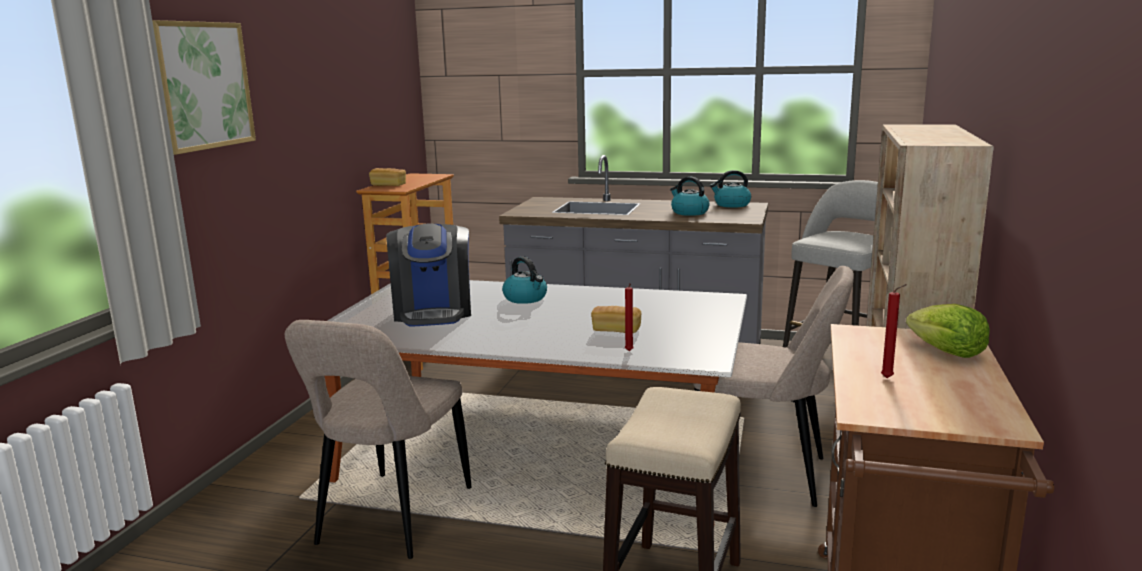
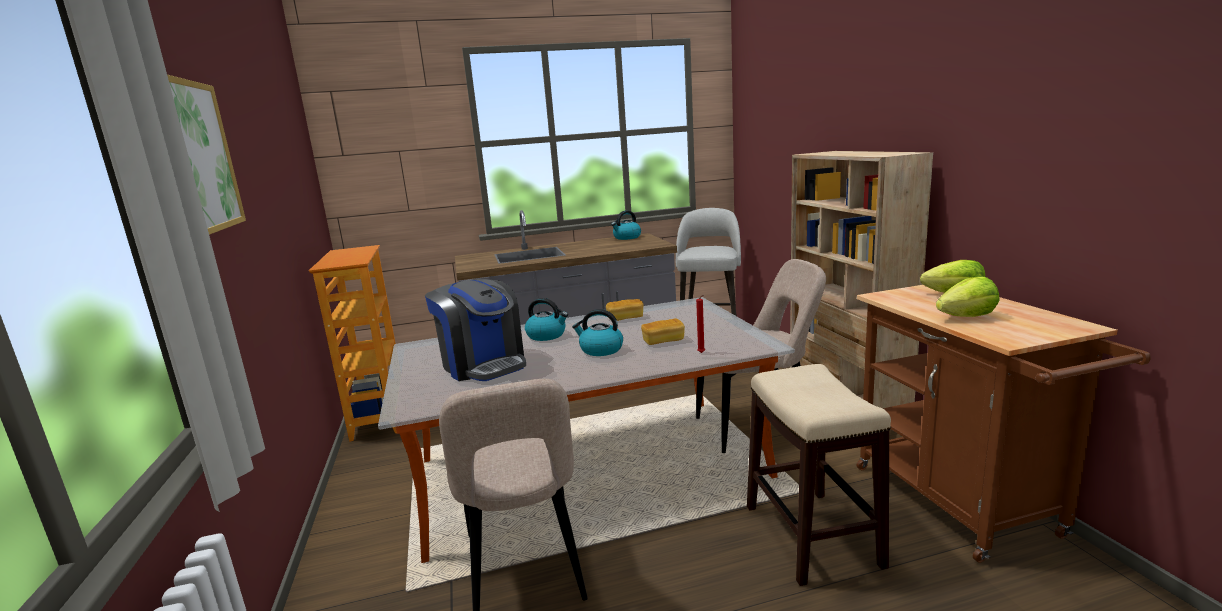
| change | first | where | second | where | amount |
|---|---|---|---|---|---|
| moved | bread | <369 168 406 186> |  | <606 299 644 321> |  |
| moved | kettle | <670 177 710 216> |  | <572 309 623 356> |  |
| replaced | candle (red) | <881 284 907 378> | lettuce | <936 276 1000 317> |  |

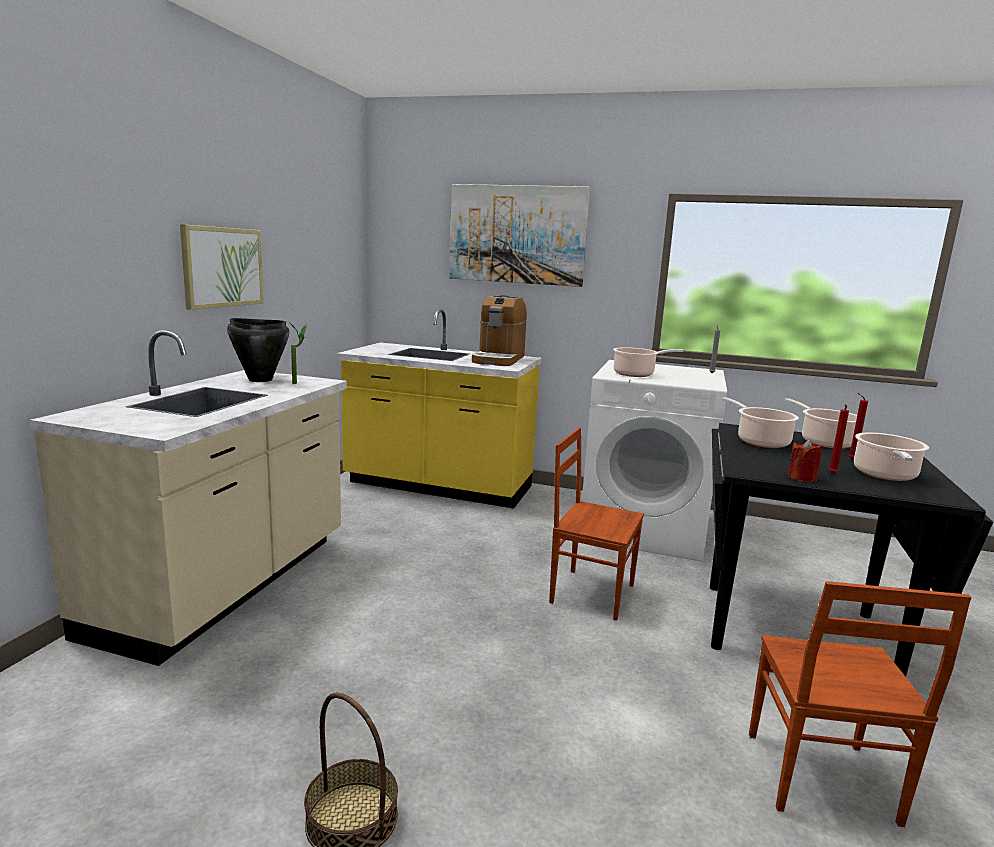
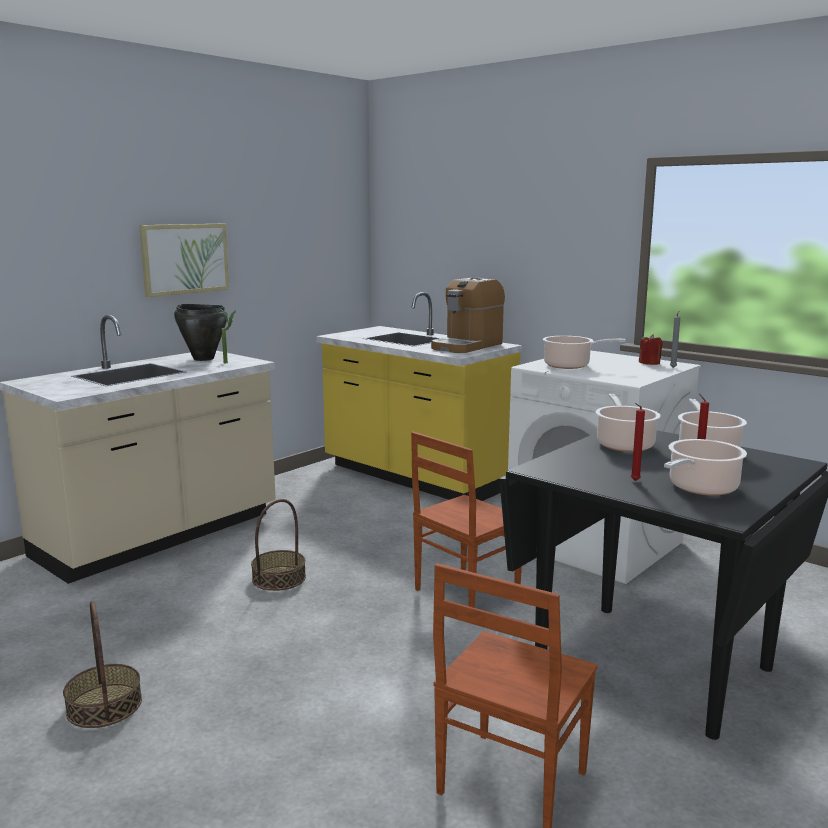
| change | first | where | second | where | amount |
|---|---|---|---|---|---|
| removed | picture | <449 184 590 287> |  |  |  |
| added |  |  | basket | <251 499 306 591> |  |
| moved | candle (red) | <788 439 823 482> |  | <639 334 663 365> |  |
| turned | chair (brown) | <549 427 644 621> |  | <411 432 522 608> | 90 degrees counterclockwise |

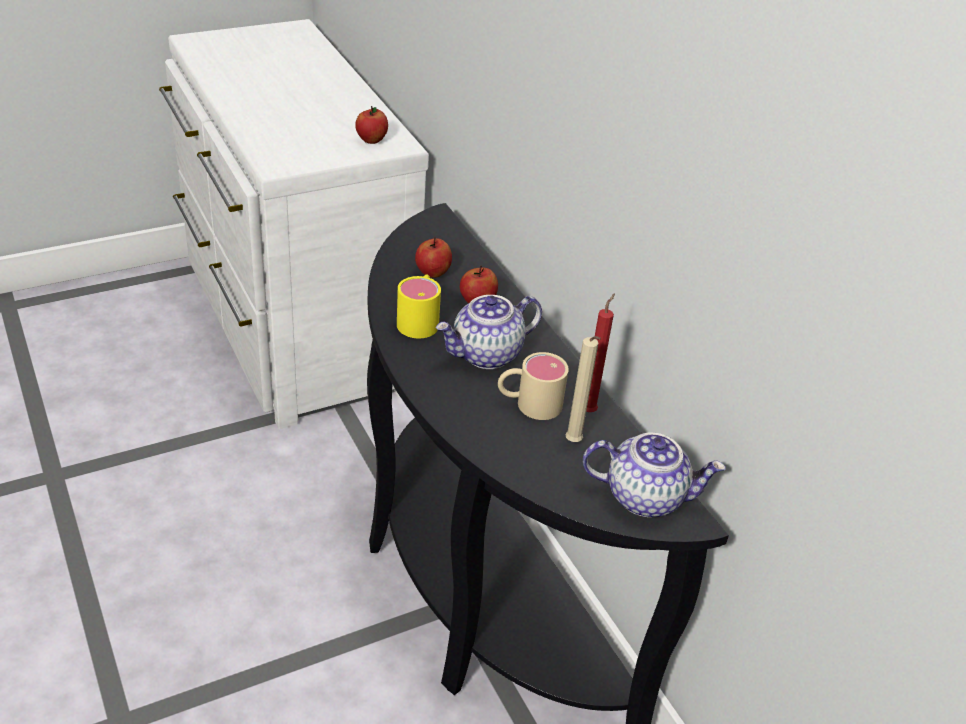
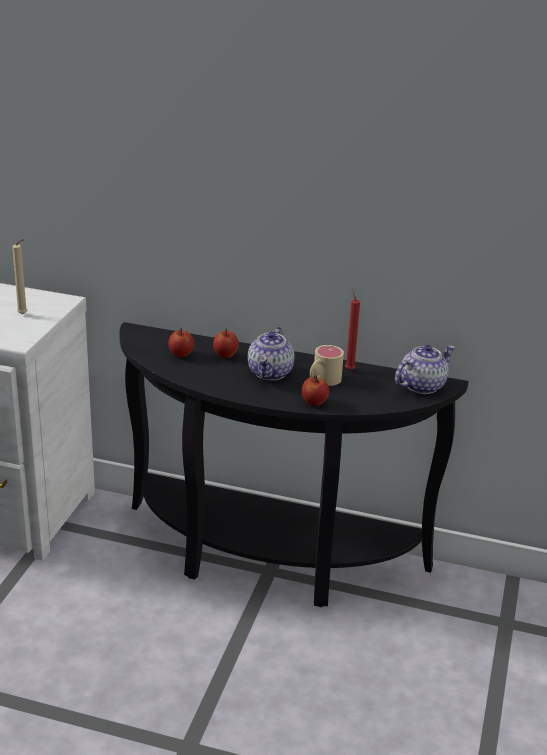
| change | first | where | second | where | amount |
|---|---|---|---|---|---|
| removed | mug (yellow) | <397 274 441 338> |  |  |  |
| moved | apple | <355 106 388 144> |  | <302 375 329 406> |  |
| moved | candle (beige) | <565 336 601 442> |  | <12 239 28 315> |  |

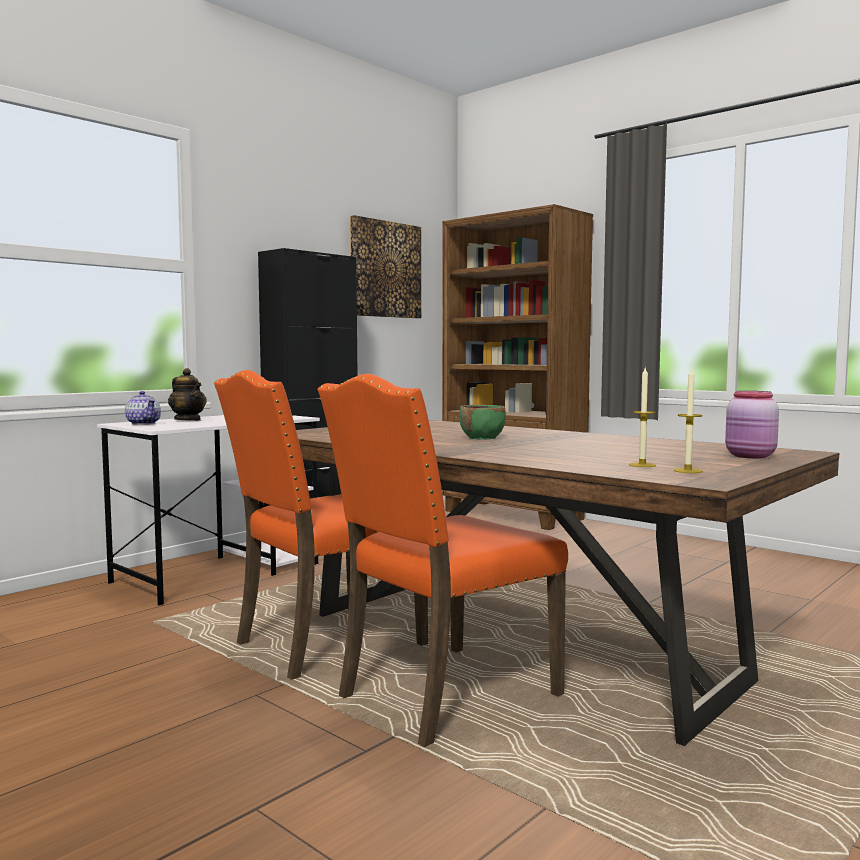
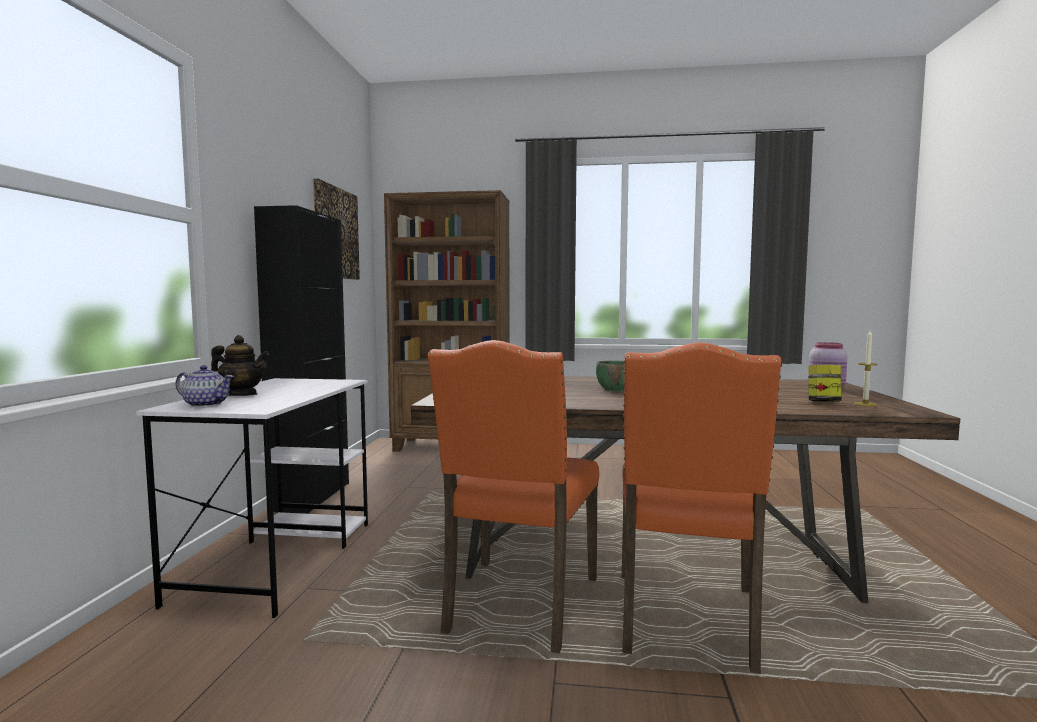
| change | first | where | second | where | amount |
|---|---|---|---|---|---|
| replaced | candle | <629 368 656 467> | jar | <808 365 842 402> |  |

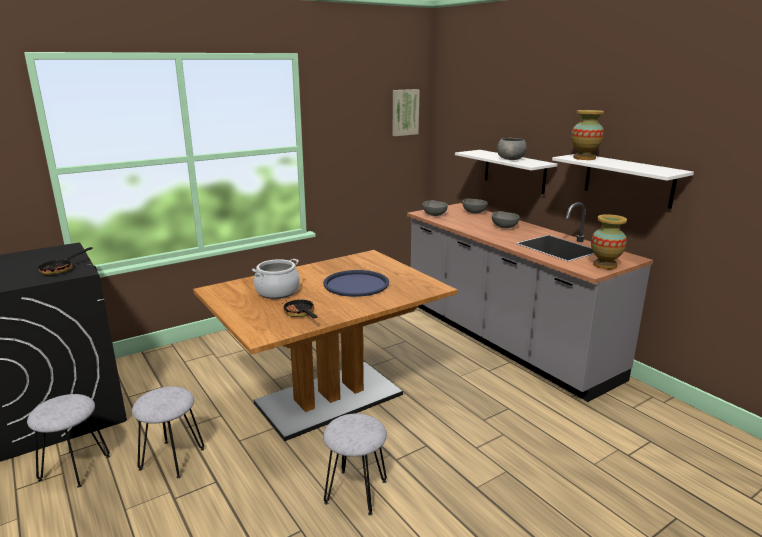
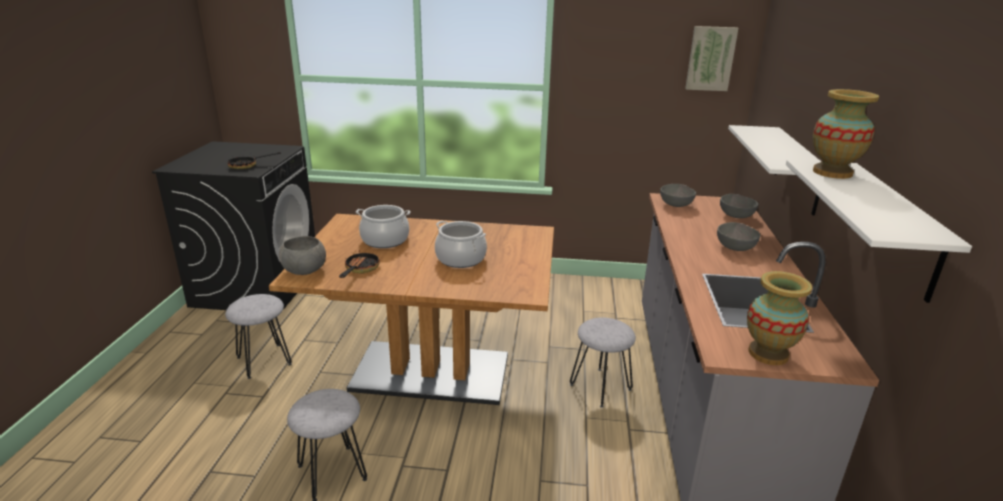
| change | first | where | second | where | amount |
|---|---|---|---|---|---|
| moved | stool (grey) | <27 394 110 488> |  | <570 317 636 408> |  |
| moved | bowl (grey) | <497 138 527 160> |  | <279 236 326 275> |  |
| replaced | tray (blue) | <323 270 389 297> | cooking pot | <435 221 487 268> |  |

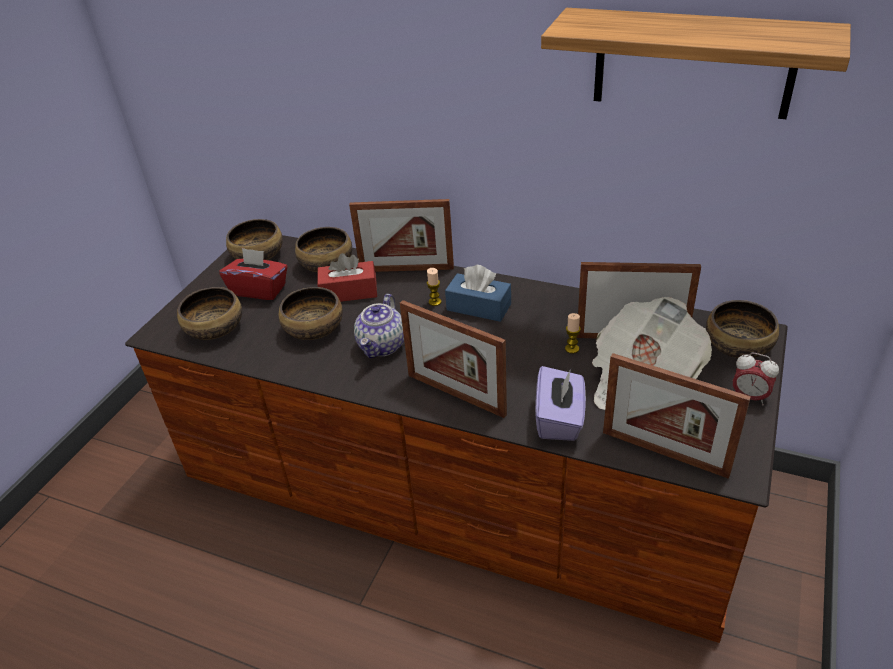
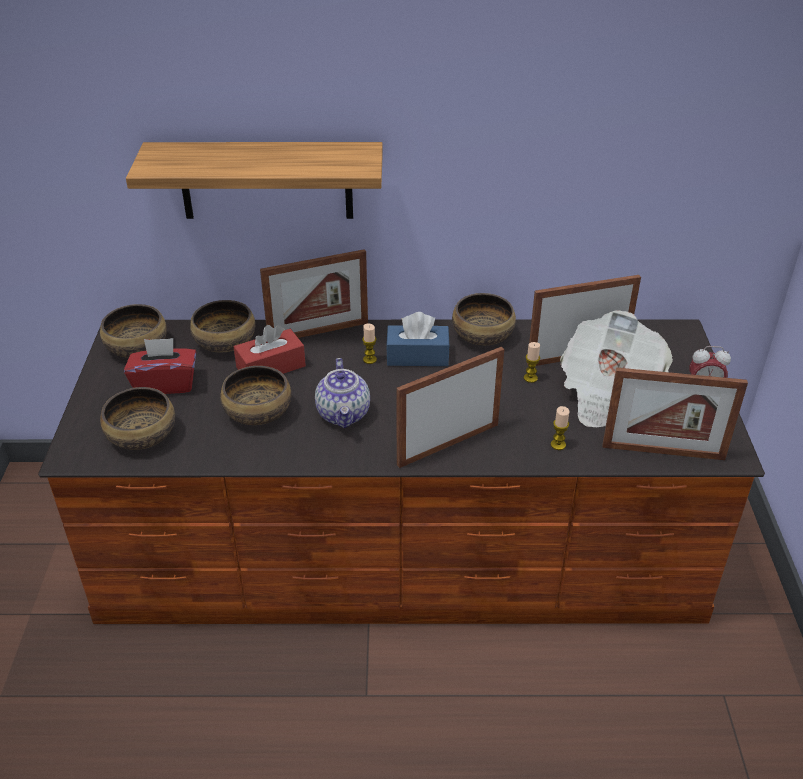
| change | first | where | second | where | amount |
|---|---|---|---|---|---|
| moved | shelf | <541 8 851 119> |  | <126 142 383 219> |  |
| moved | bowl | <706 300 779 358> |  | <452 293 516 345> |  |
| replaced | tissue box (purple) | <535 366 586 441> | candle | <551 406 570 450> |  |
| turned | picture frame | <400 300 507 418> |  | <396 347 504 468> | 135 degrees clockwise |

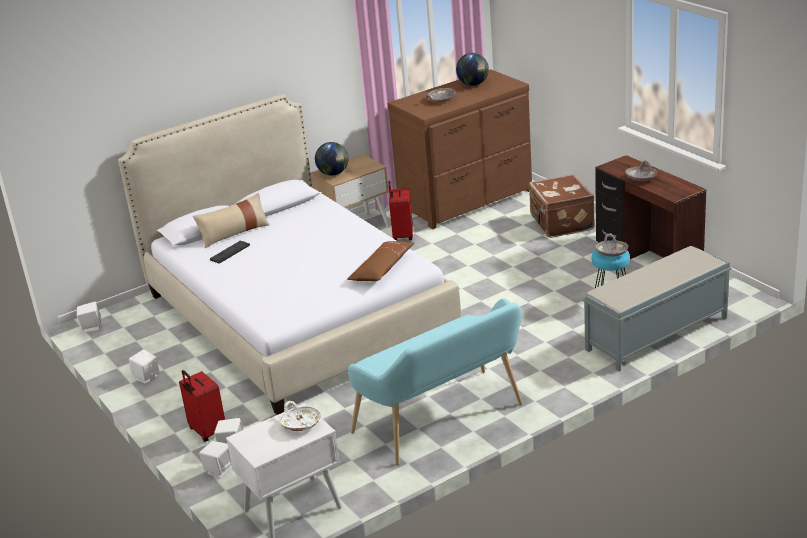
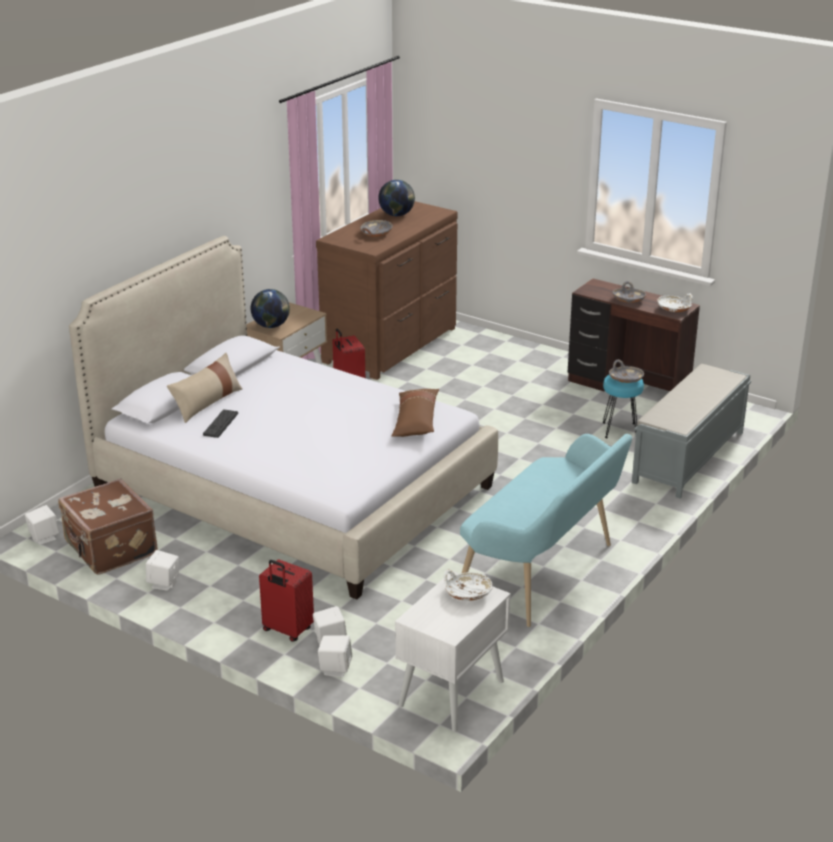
| change | first | where | second | where | amount |
|---|---|---|---|---|---|
| added |  |  | bowl (white) | <657 294 693 312> |  |
| moved | suitcase (brown) | <529 174 595 238> |  | <58 478 158 575> |  |

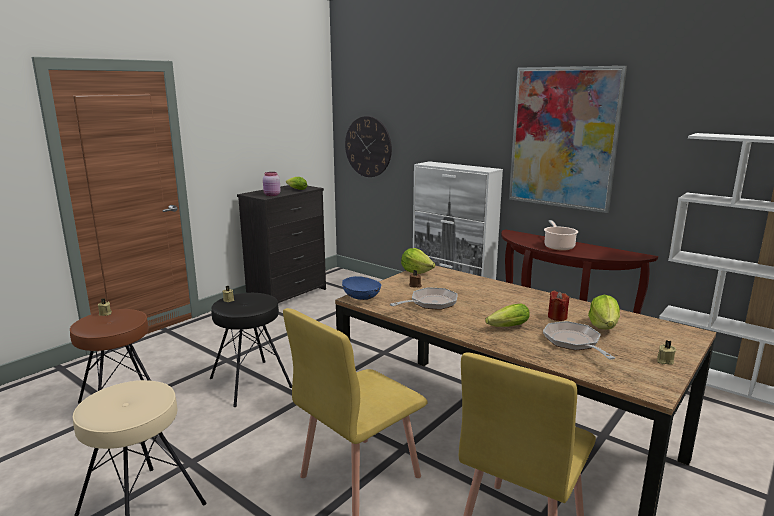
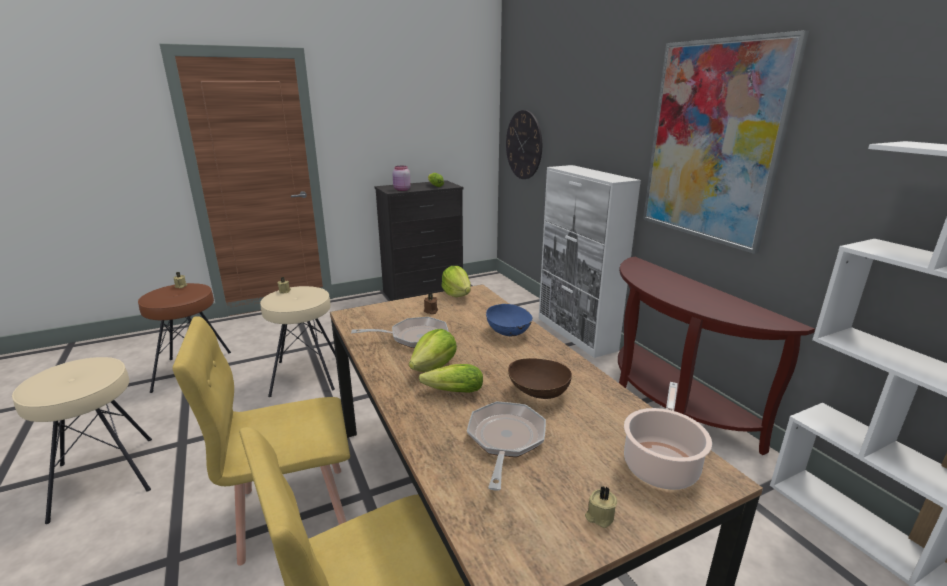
| change | first | where | second | where | amount |
|---|---|---|---|---|---|
| moved | bowl (blue) | <342 276 381 300> |  | <486 304 533 336> |  |
| moved | cooking pot | <544 220 578 251> |  | <624 382 712 490> |  |
| moved | lettuce | <588 295 620 329> |  | <409 329 457 372> |  |
| replaced | candle (red) | <548 291 569 321> | bowl (brown) | <508 358 572 399> |  |
| recoloured | stool (black) | <210 293 292 407> | stool (beige) | <260 286 336 397> |  |

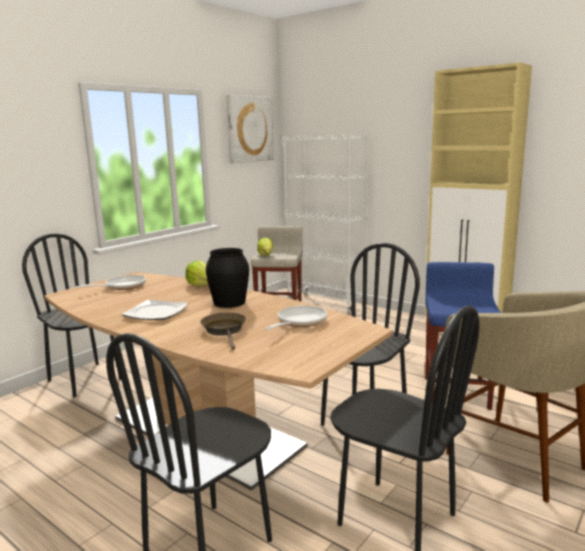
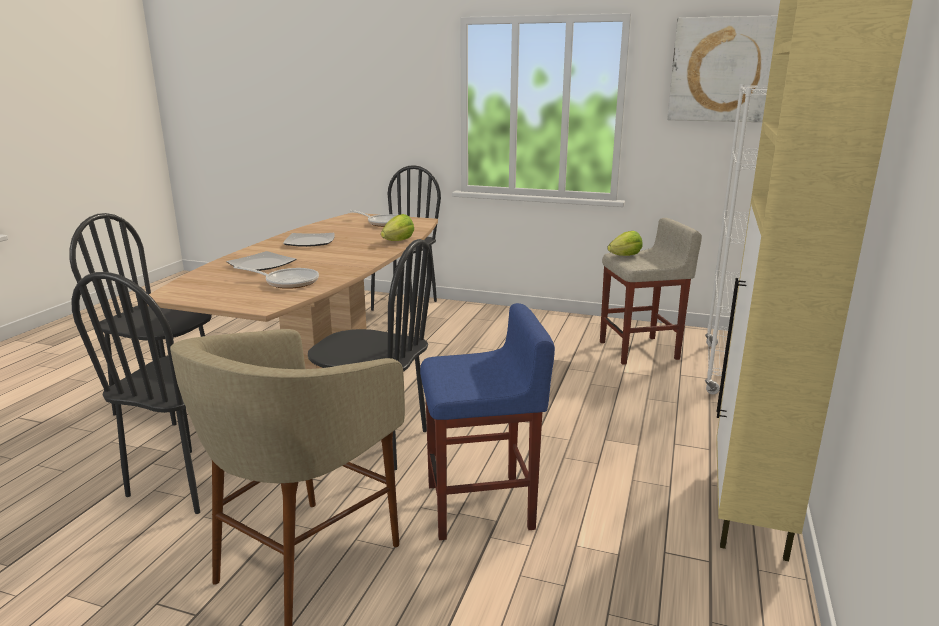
| change | first | where | second | where | amount |
|---|---|---|---|---|---|
| removed | vase (black) | <206 248 249 308> |  |  |  |
| replaced | frying pan (brown) | <200 313 246 350> | plate | <226 251 296 271> |  |

